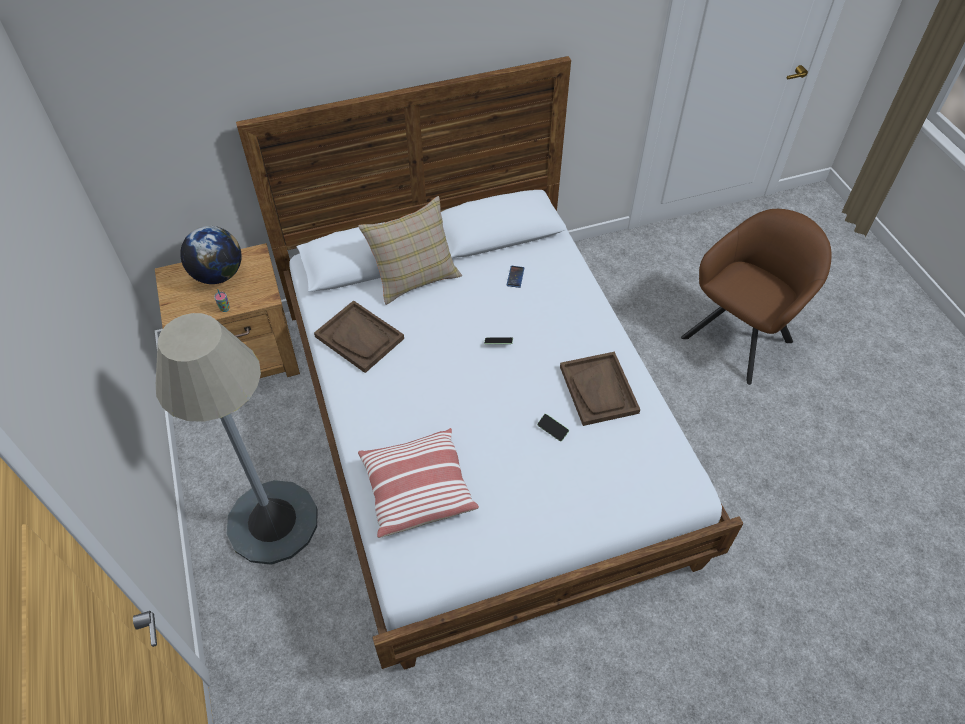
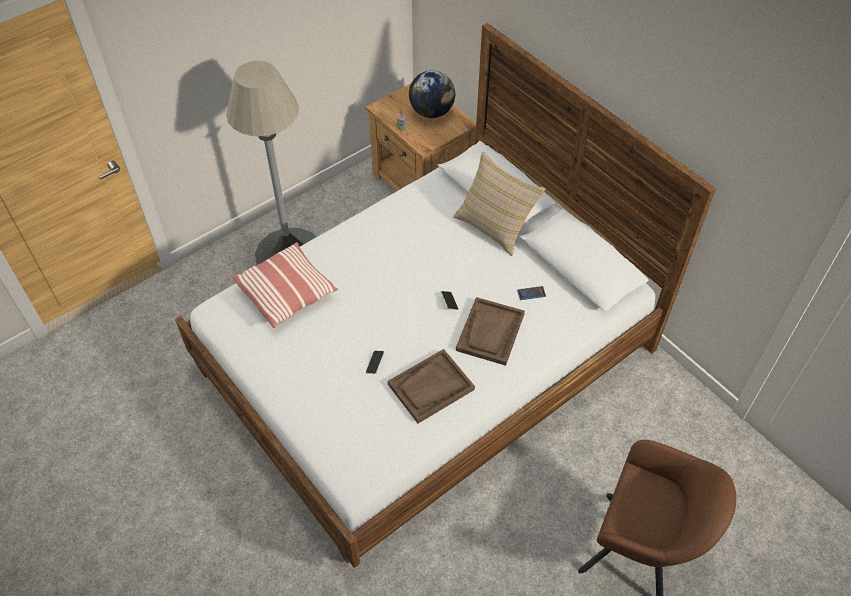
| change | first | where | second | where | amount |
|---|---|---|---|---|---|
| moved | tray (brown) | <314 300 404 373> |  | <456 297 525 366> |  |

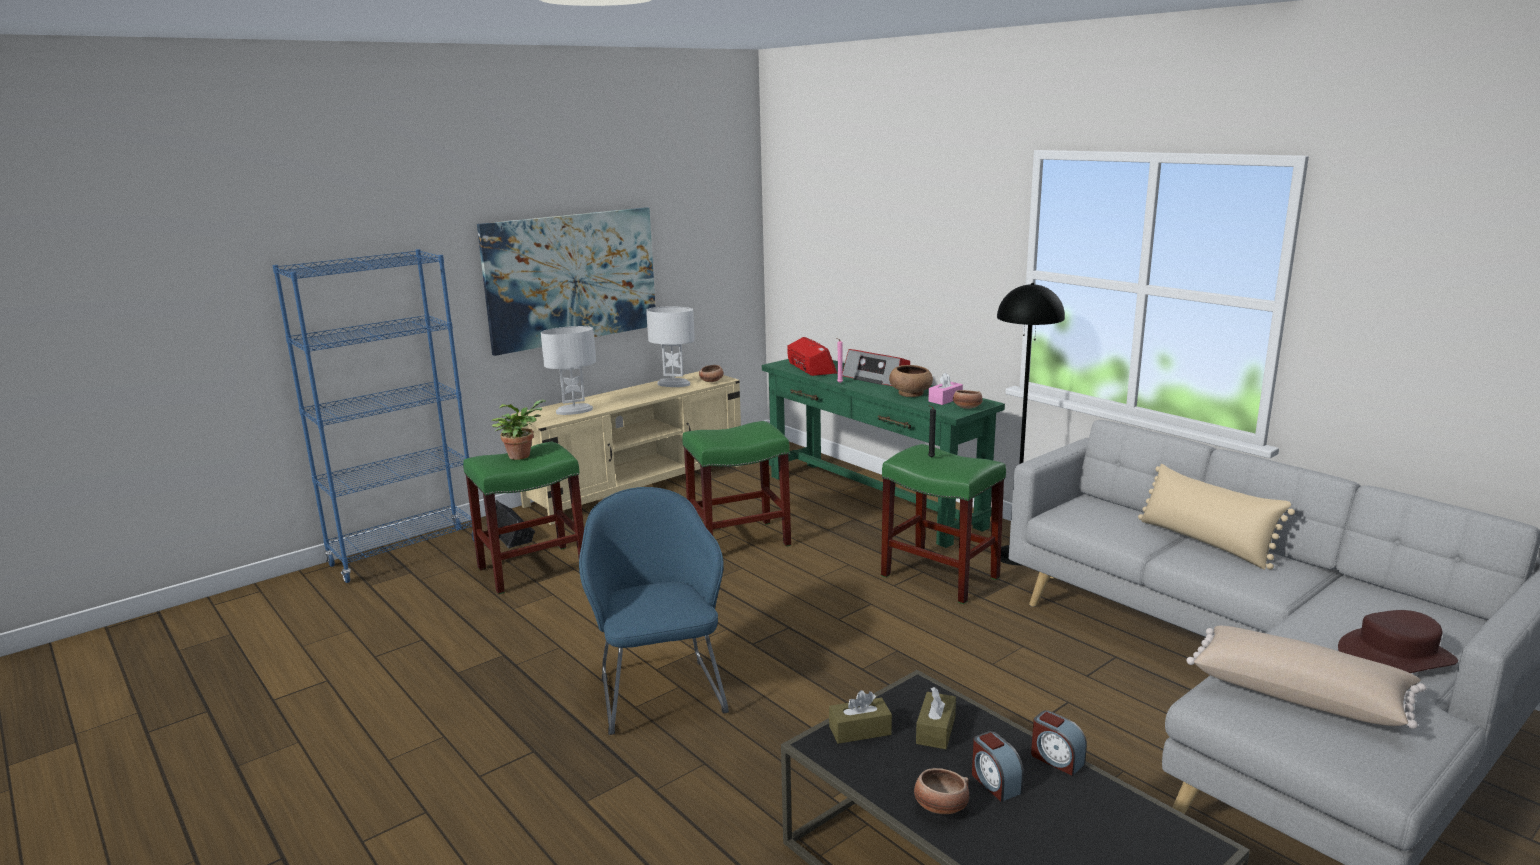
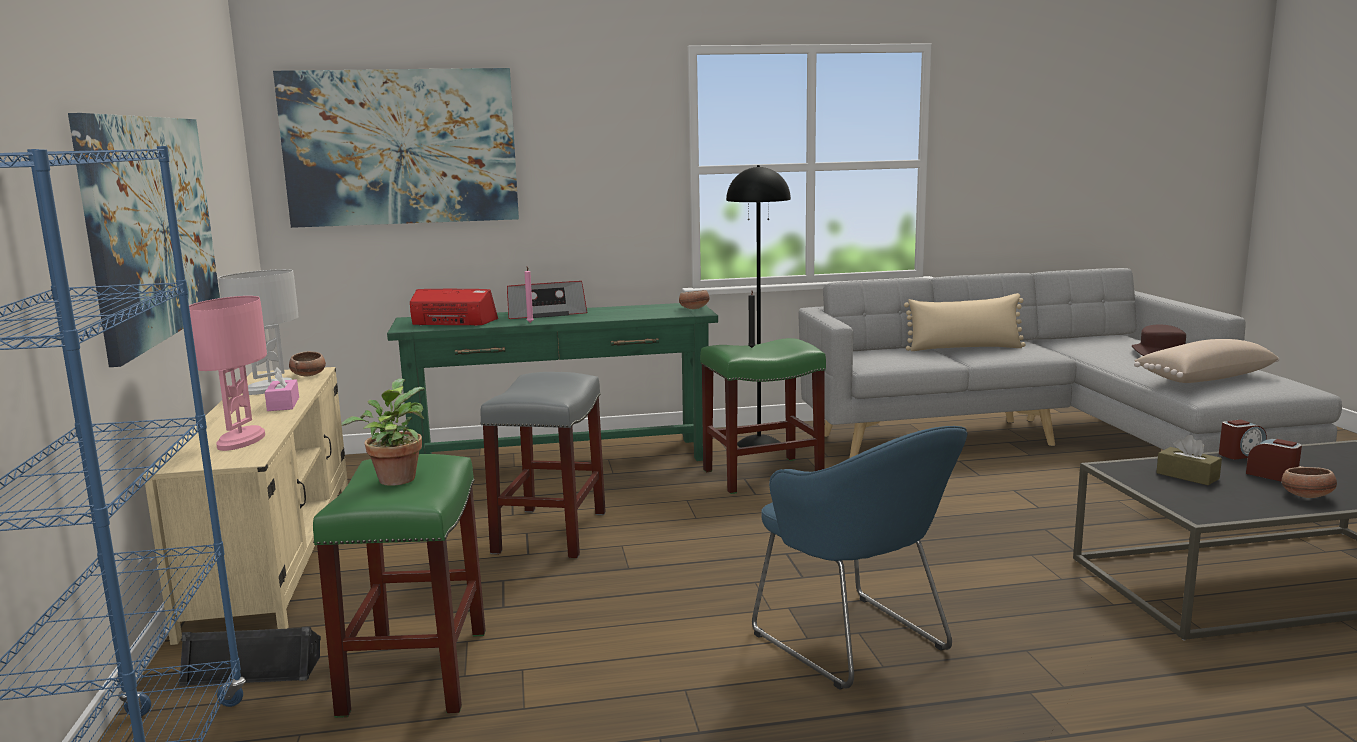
| change | first | where | second | where | amount |
|---|---|---|---|---|---|
| removed | tissue box (brown) | <829 690 892 744> |  |  |  |
| removed | bowl (brown) | <889 365 933 397> |  |  |  |
| added |  |  | picture | <273 68 519 228> |  |
| moved | tissue box (pink) | <928 372 963 405> |  | <265 367 299 411> |  |
| recoloured | table lamp (white) | <541 326 596 415> | table lamp (pink) | <189 296 267 451> |  |
| recoloured | stool (green) | <682 421 791 547> | stool (grey) | <480 372 606 558> |  |
| turned | armchair (blue) | <579 487 729 735> |  | <752 426 968 690> | 135 degrees counterclockwise |
| turned | alarm clock | <972 731 1024 802> |  | <1246 439 1302 482> | 135 degrees counterclockwise |

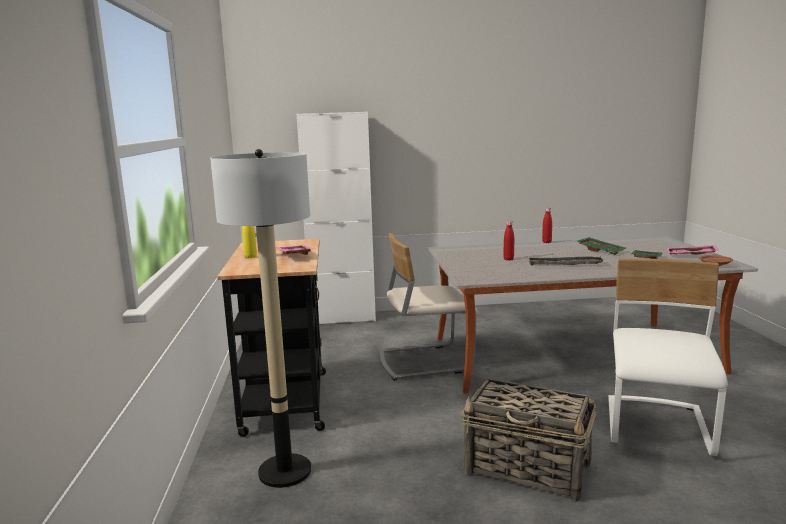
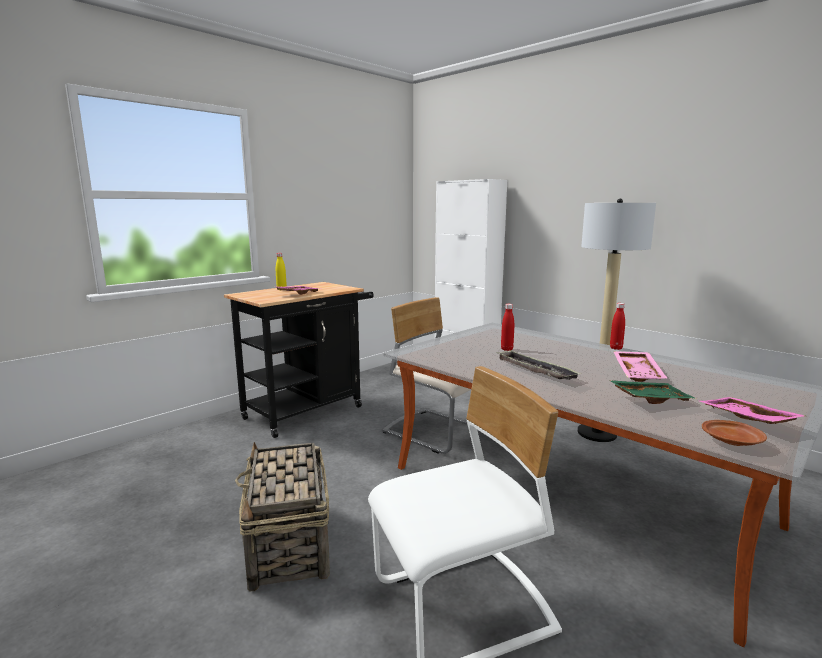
| change | first | where | second | where | amount |
|---|---|---|---|---|---|
| moved | floor lamp | <210 149 311 488> |  | <577 199 656 442> |  |
| recoloured | tray (green) | <576 237 626 255> | tray (pink) | <613 351 667 382> |  |

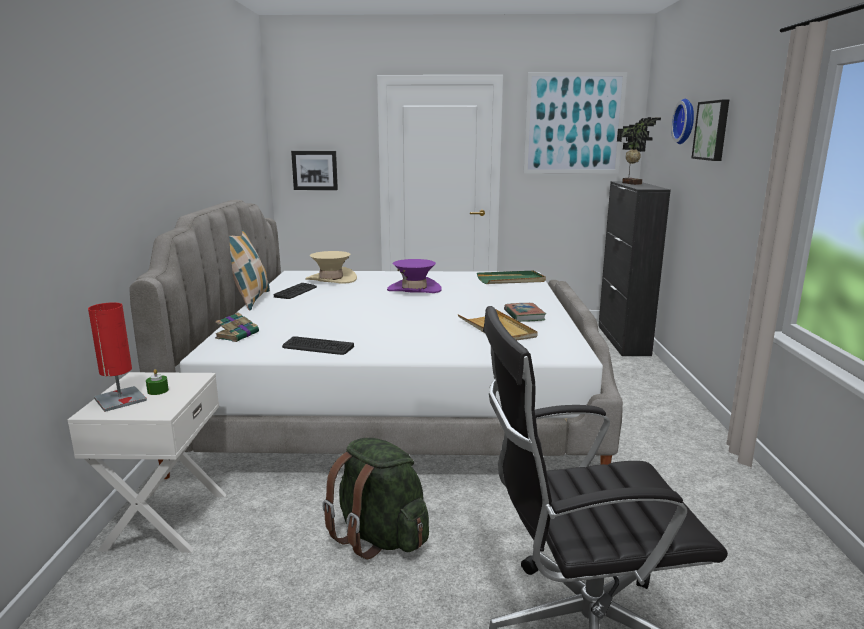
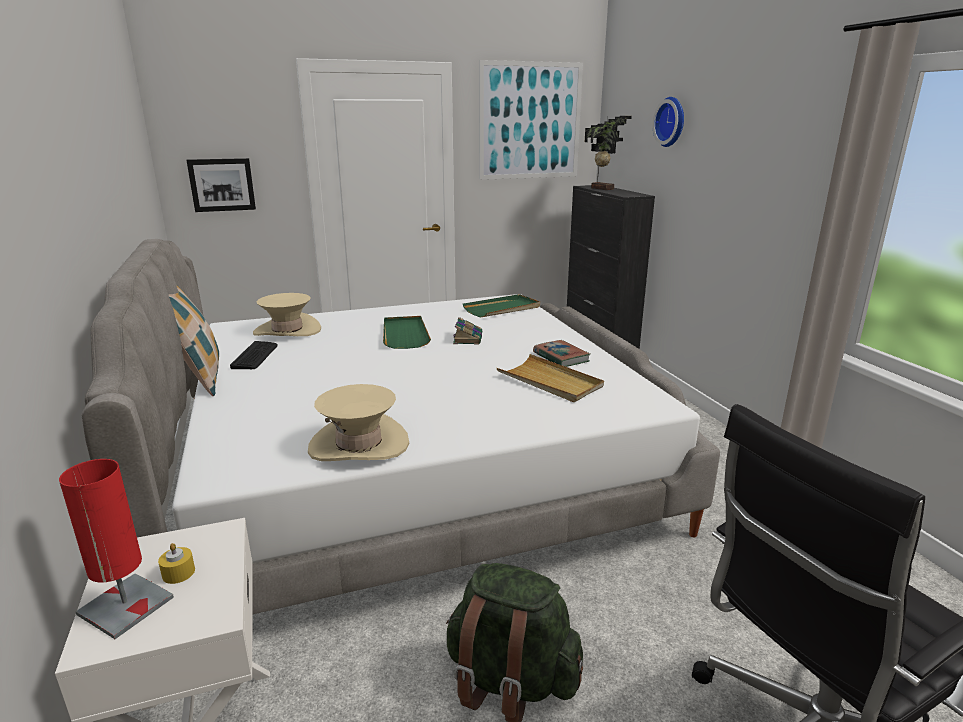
| change | first | where | second | where | amount |
|---|---|---|---|---|---|
| removed | picture | <692 100 729 161> |  |  |  |
| moved | book | <215 312 259 342> |  | <453 317 482 345> |  |
| replaced | keyboard | <282 336 354 355> | hat (beige) | <308 384 410 461> |  |
| replaced | hat (purple) | <387 259 442 293> | tray (green) | <383 316 431 349> |  |
| recoloured | candle (green) | <146 369 169 395> | candle (yellow) | <158 543 195 584> |  |

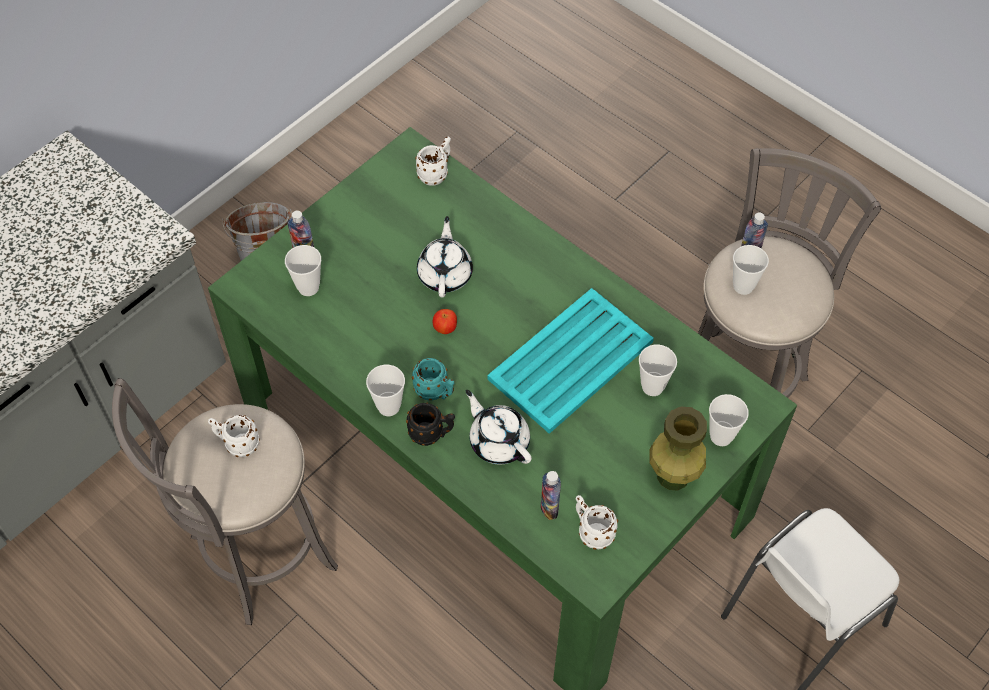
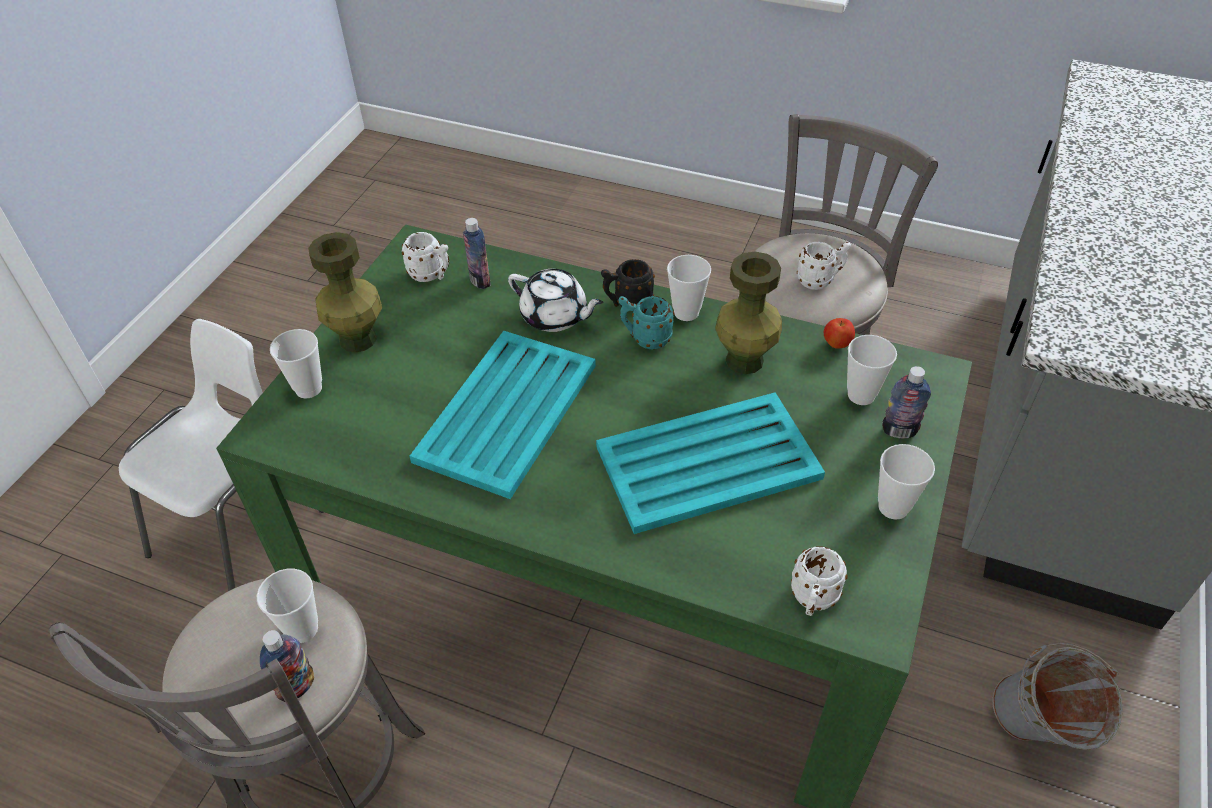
| change | first | where | second | where | amount |
|---|---|---|---|---|---|
| added |  |  | vase (green) | <715 252 782 374> |  |
| moved | apple | <433 309 457 334> |  | <824 318 855 349> |  |
| moved | cup | <639 344 677 396> |  | <878 444 935 520> |  |
| replaced | teapot (white) | <417 216 473 297> | tray (turquoise) | <596 392 825 534> |  |

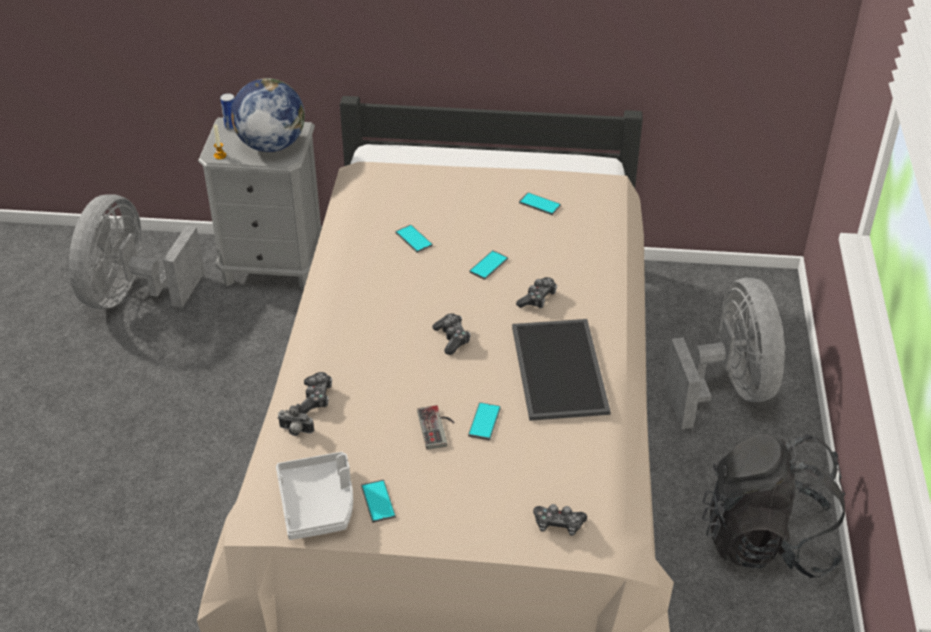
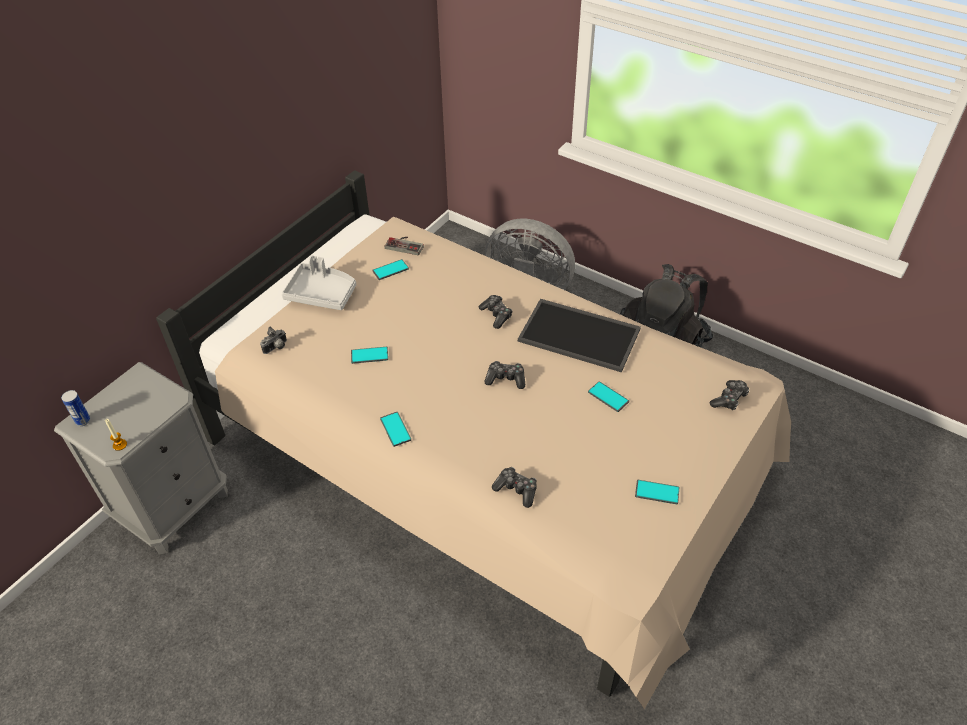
| change | first | where | second | where | amount |
|---|---|---|---|---|---|
| removed | fan (grey) | <69 195 205 309> |  |  |  |
| removed | globe | <231 78 305 152> |  |  |  |
| moved | tray (grey) | <276 452 353 540> |  | <282 256 356 310> |  |
| moved | photo camera | <277 404 314 436> |  | <260 327 287 354> |  |
| moved | game controller | <417 405 455 450> |  | <385 237 424 255> |  |
| moved | phone | <469 250 508 280> |  | <380 412 411 447> |  |

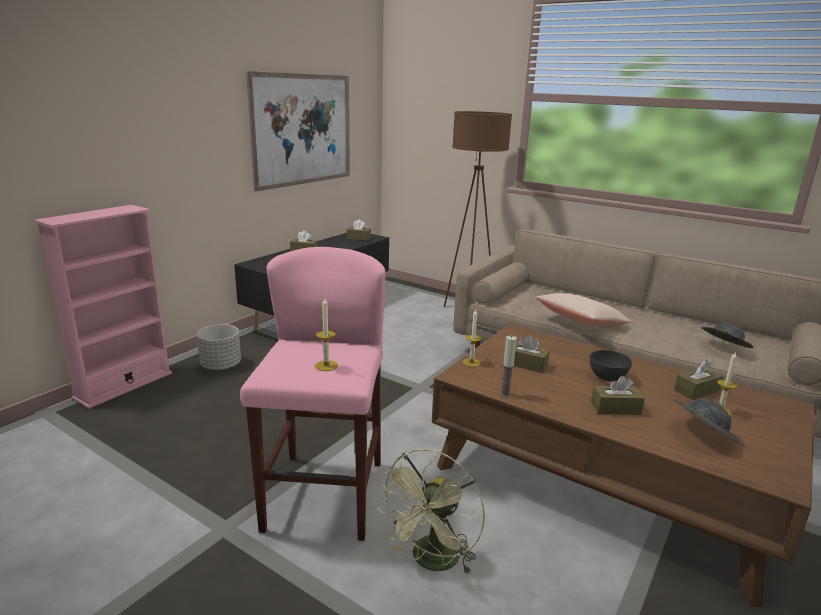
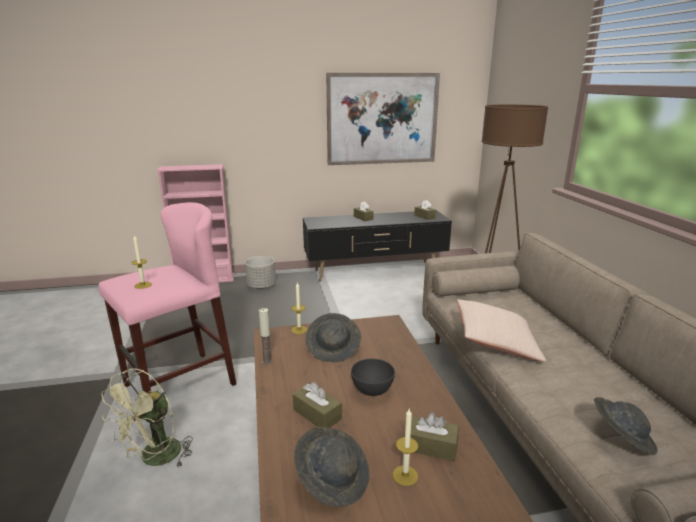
| change | first | where | second | where | amount |
|---|---|---|---|---|---|
| replaced | tissue box (brown) | <514 335 550 373> | hat (grey) | <305 313 361 362> |  |
| turned | fan (green) | <377 449 485 575> |  | <101 368 193 467> | 45 degrees counterclockwise |

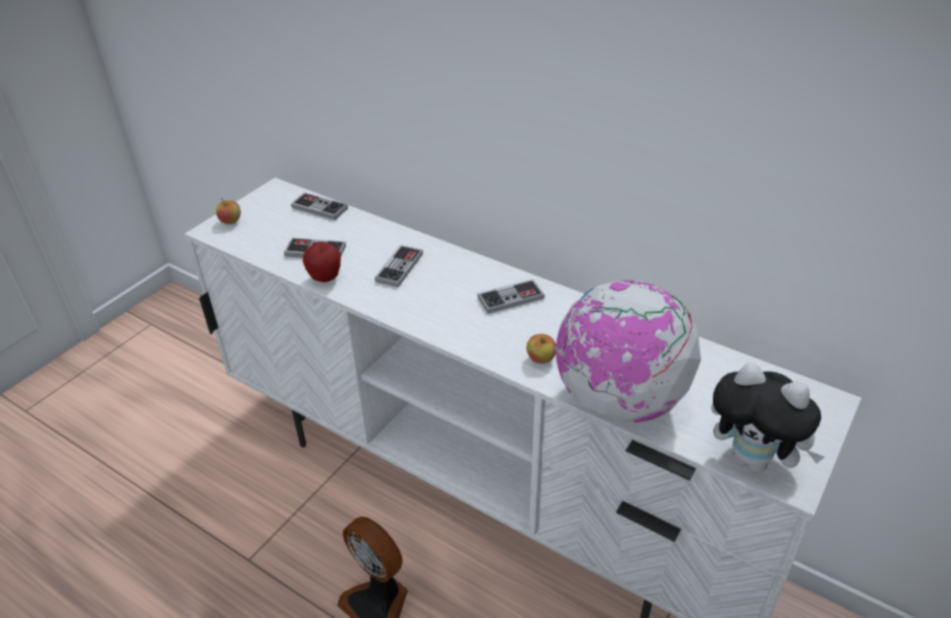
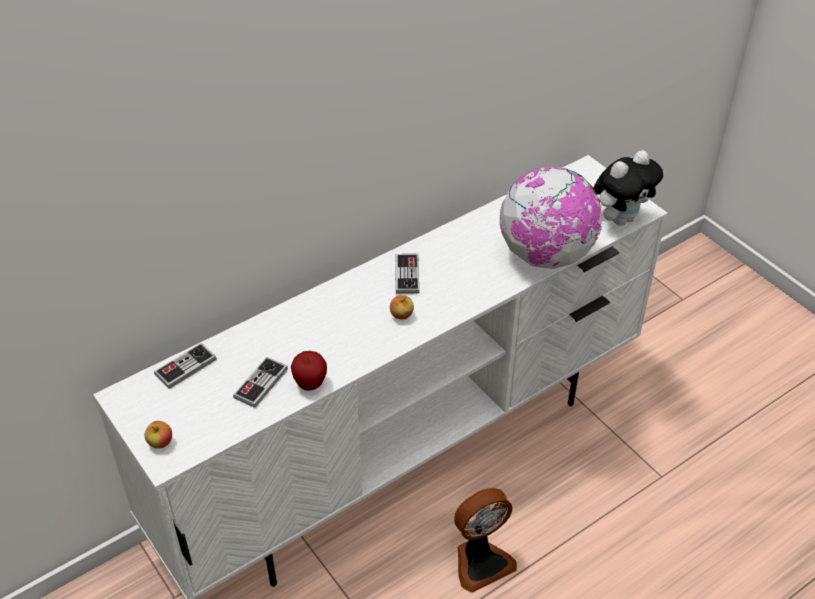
| change | first | where | second | where | amount |
|---|---|---|---|---|---|
| removed | game controller | <375 245 423 287> |  |  |  |
| moved | apple | <527 334 556 364> |  | <390 295 414 320> |  |

